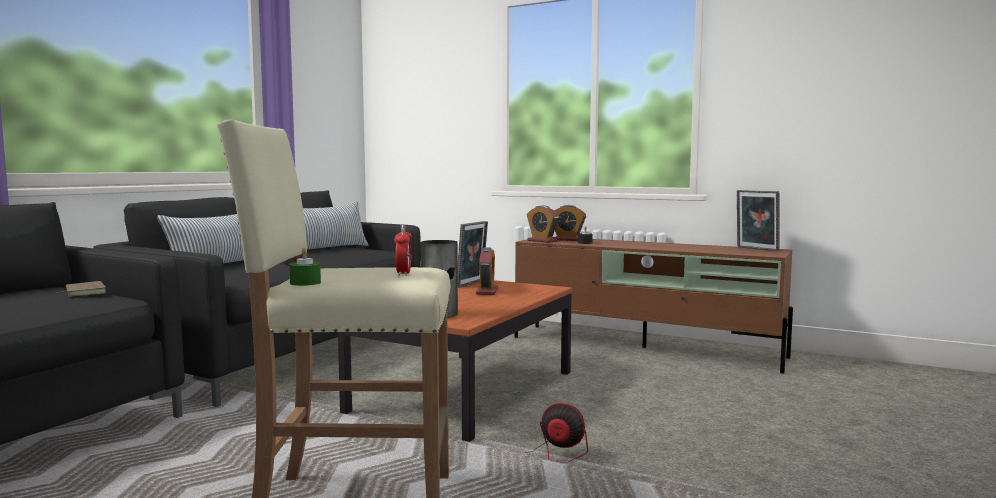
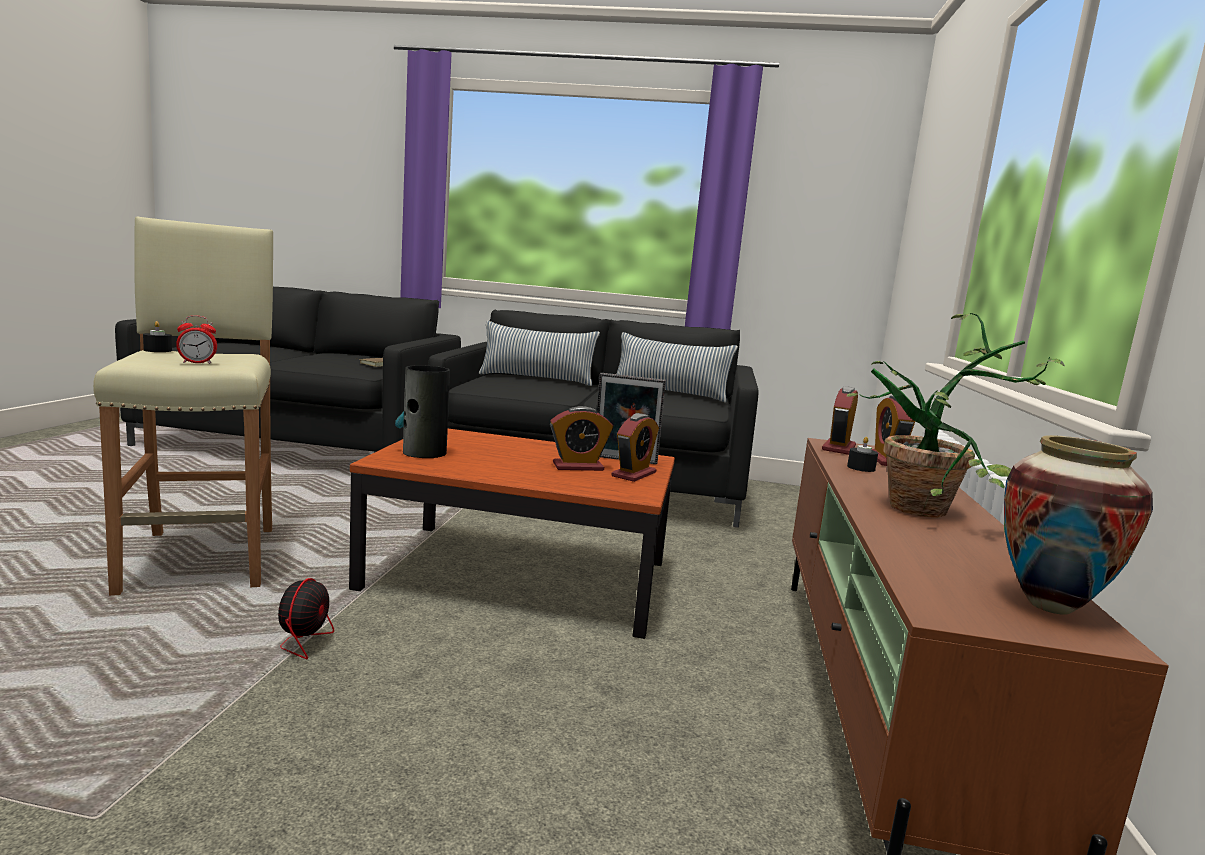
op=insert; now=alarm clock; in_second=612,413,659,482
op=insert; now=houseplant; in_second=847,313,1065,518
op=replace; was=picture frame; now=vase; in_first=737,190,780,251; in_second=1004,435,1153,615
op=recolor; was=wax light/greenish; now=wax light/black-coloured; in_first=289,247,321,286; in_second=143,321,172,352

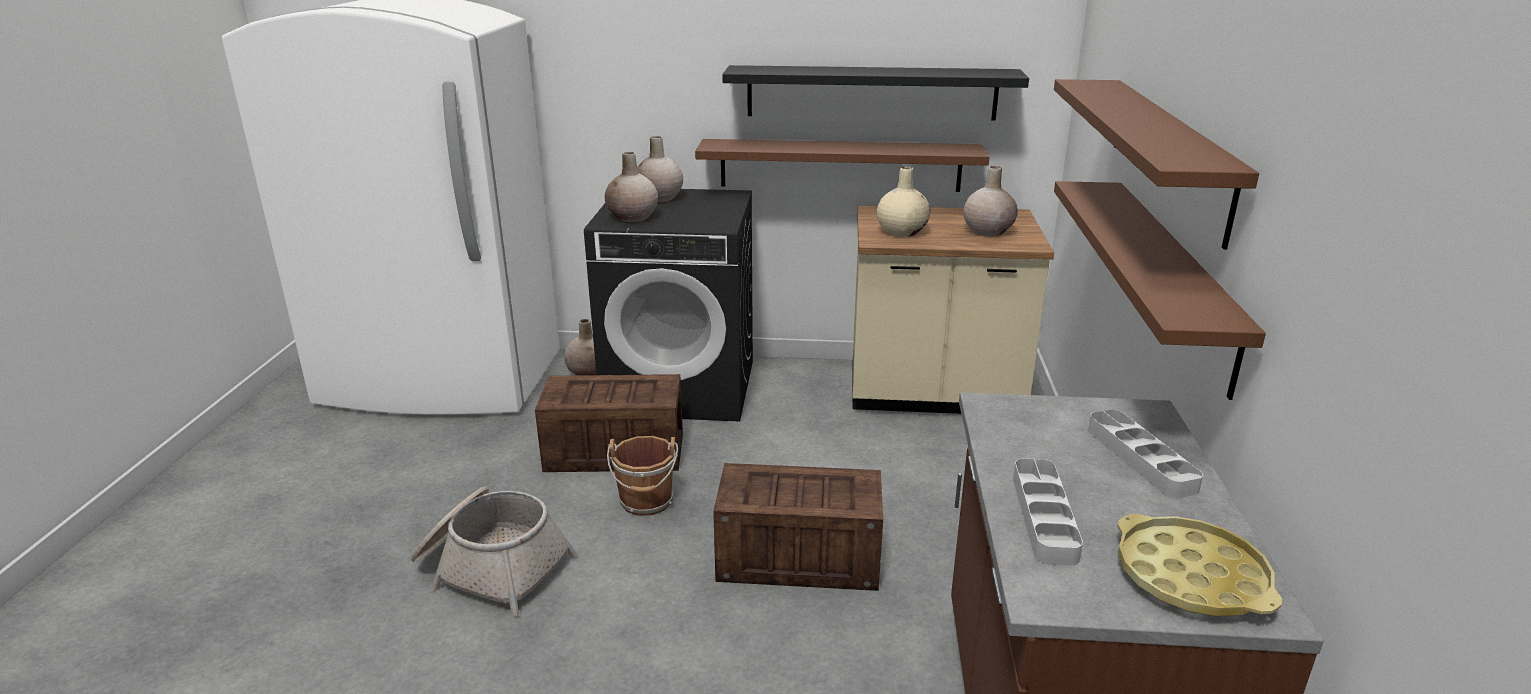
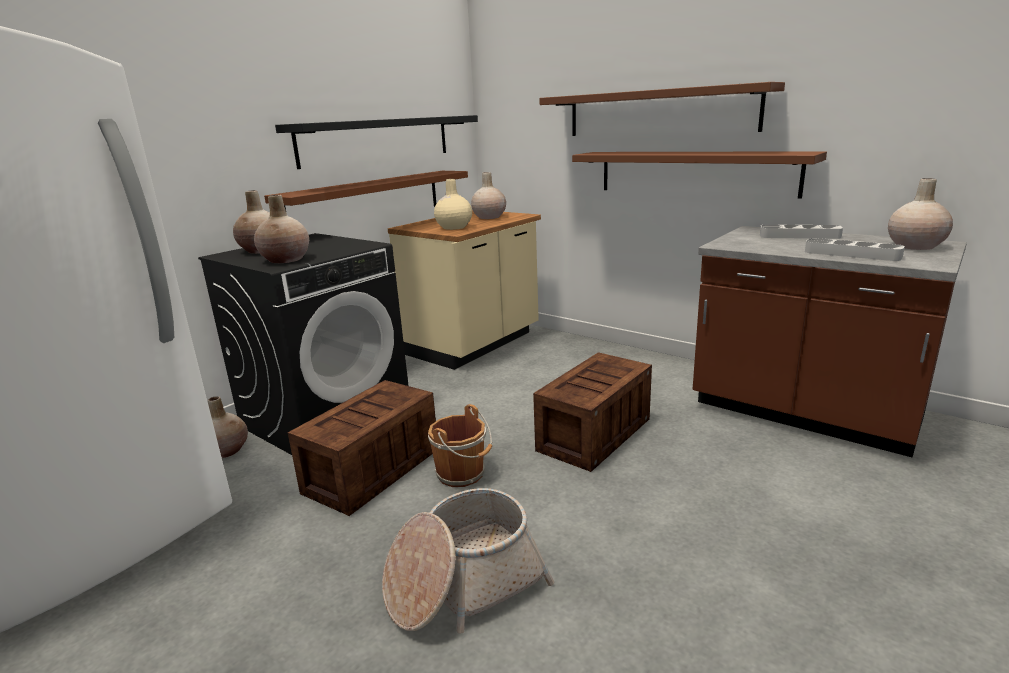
op=replace; was=serving tray/yellowish; now=vase/sand-coloured; in_first=1117,514,1282,616; in_second=888,178,953,250

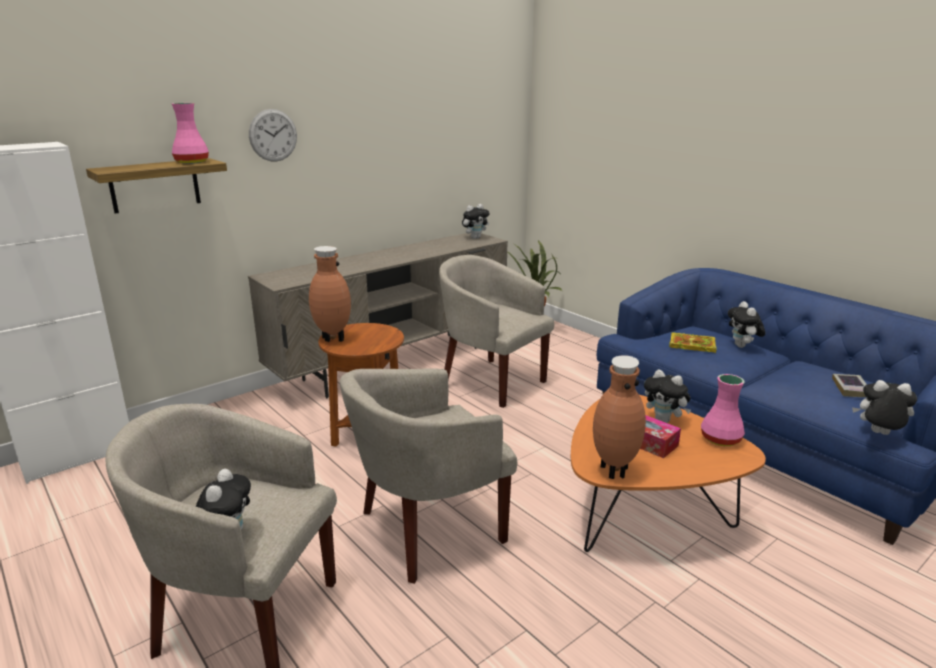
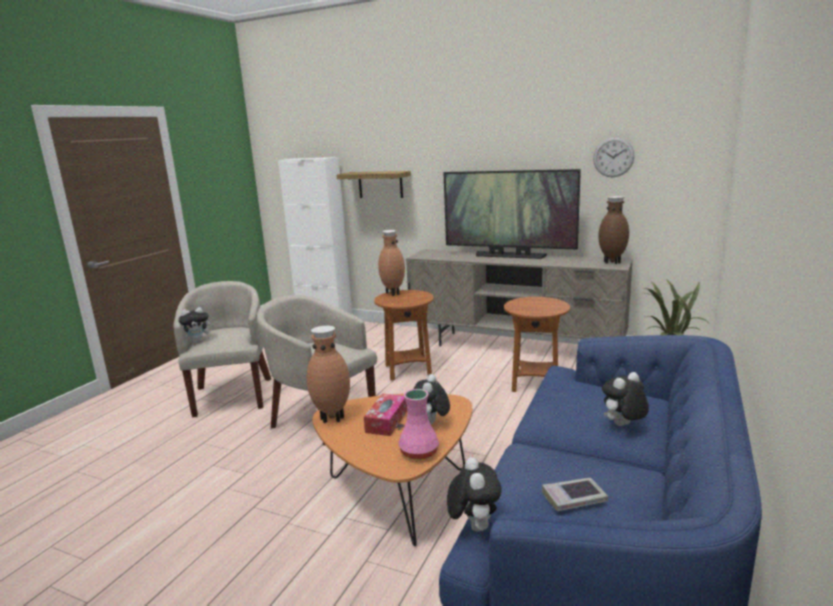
op=delete; was=vase/pink-coloured; in_first=172,103,209,164
op=delete; was=book; in_first=669,333,717,353
op=insert; now=television; in_second=443,169,581,259
op=move; was=hanging clock; in_first=249,109,297,162; in_second=593,137,635,177
op=replace; was=easy chair/sand-coloured; now=side table/brown-coloured; in_first=439,255,554,408; in_second=504,297,570,392
op=replace; was=plush toy; now=vase/brown-coloured; in_first=462,204,490,239; in_second=599,196,629,264

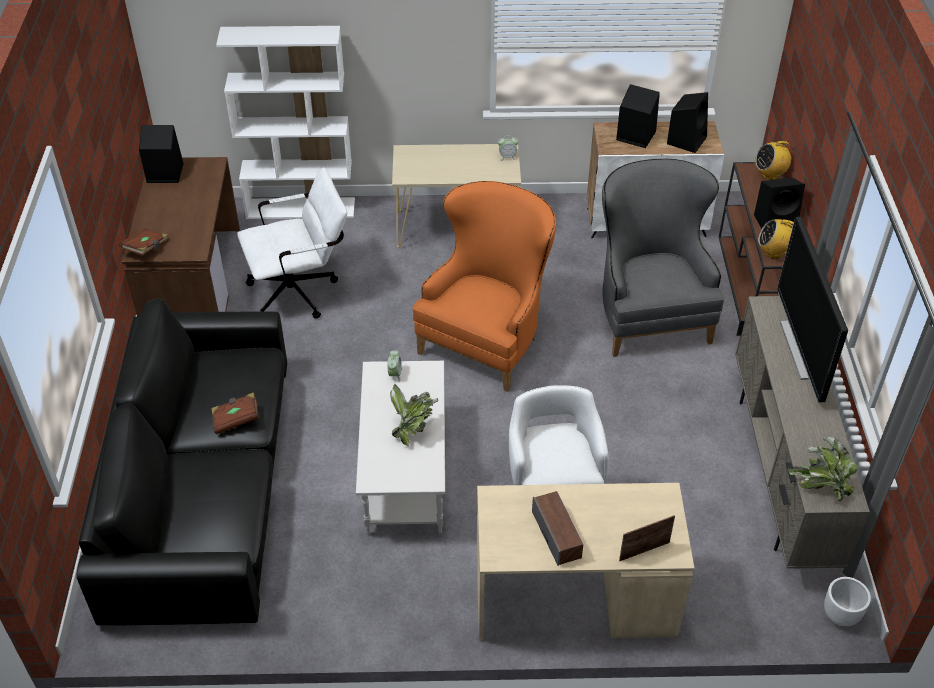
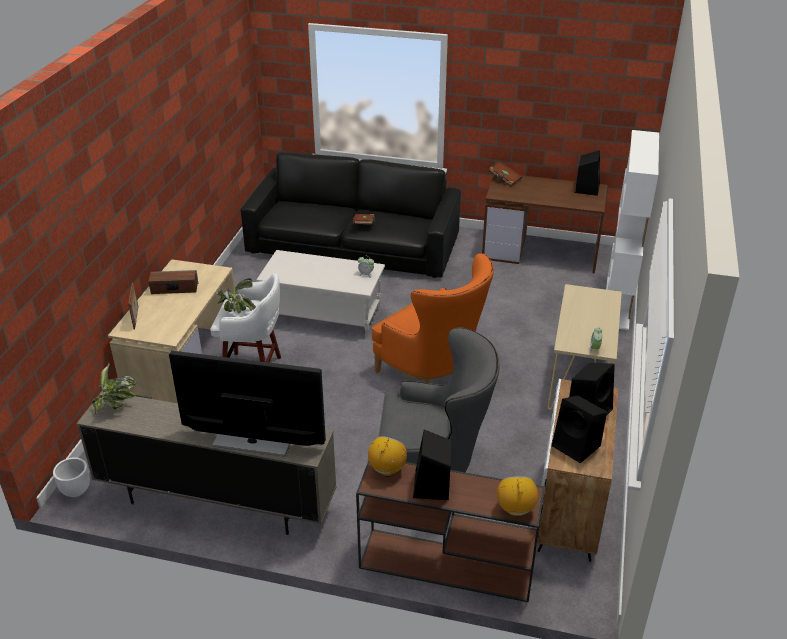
op=delete; was=desk chair/white-coloured; in_first=237,167,347,319
op=move; was=houseplant; in_first=390,384,439,447; in_second=215,278,256,313

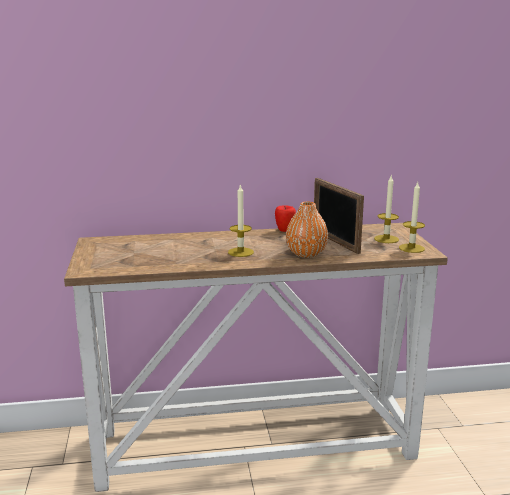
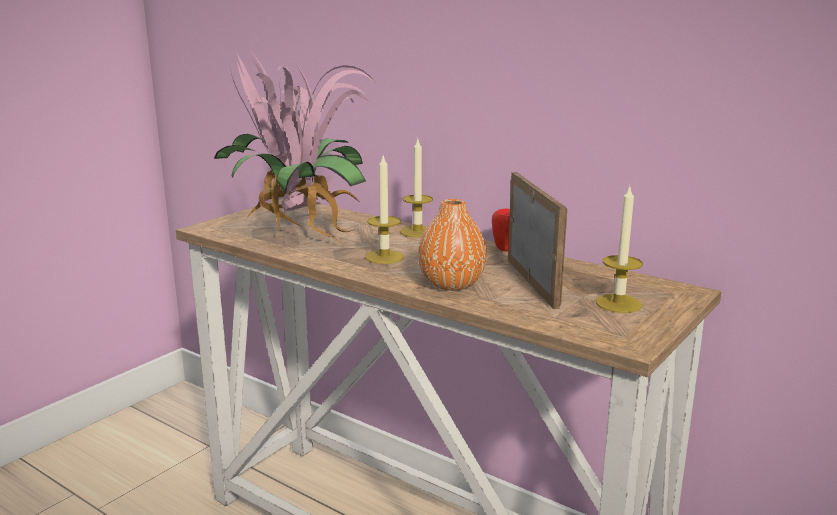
op=insert; now=houseplant; in_second=214,51,376,244
op=move; was=wax light; in_first=399,182,425,253; in_second=400,139,433,238
op=rotate; was=picture frame; in_first=314,178,364,254; in_second=508,172,567,309; clockwise=150

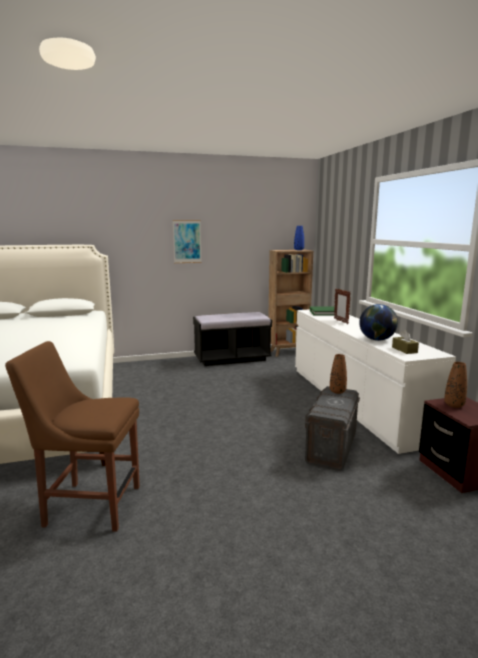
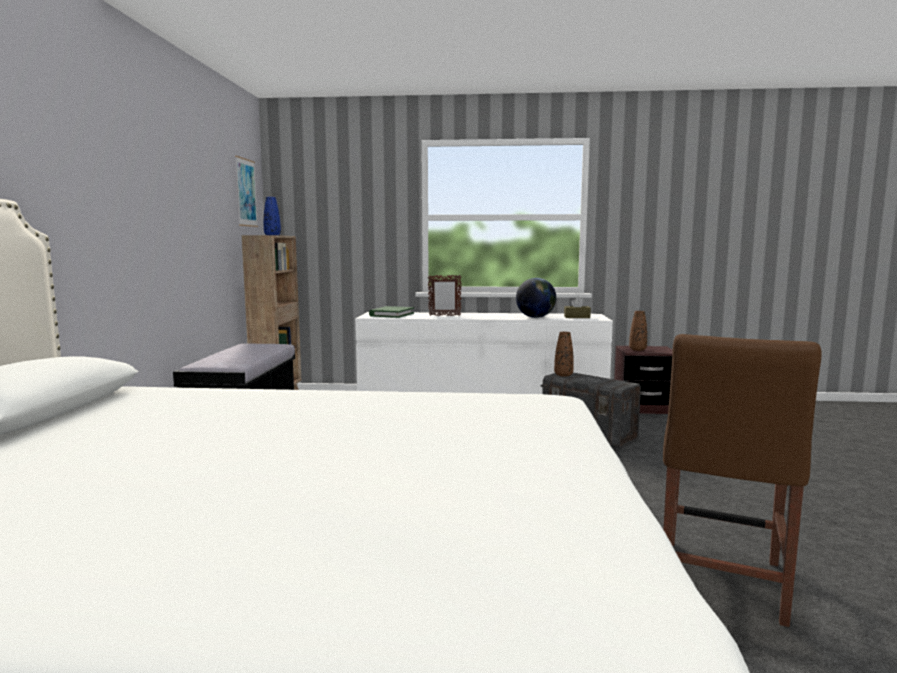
op=move; was=wall picture; in_first=173,220,202,263; in_second=235,156,258,227

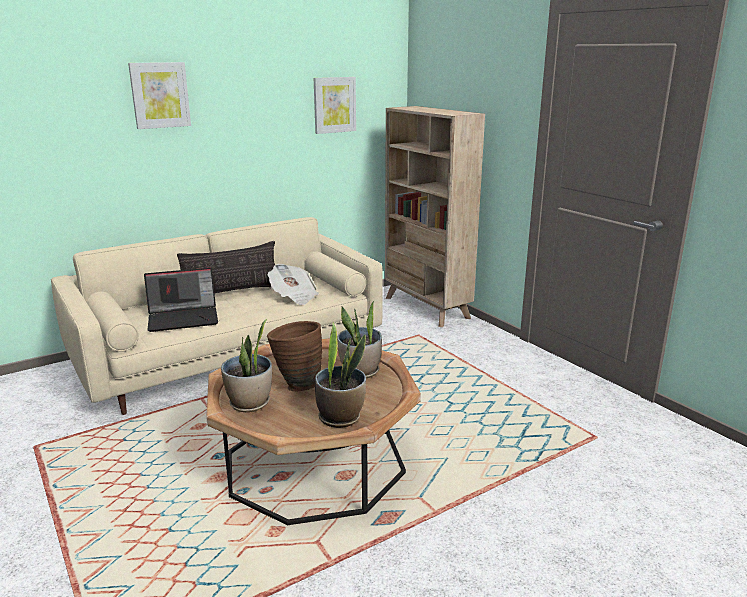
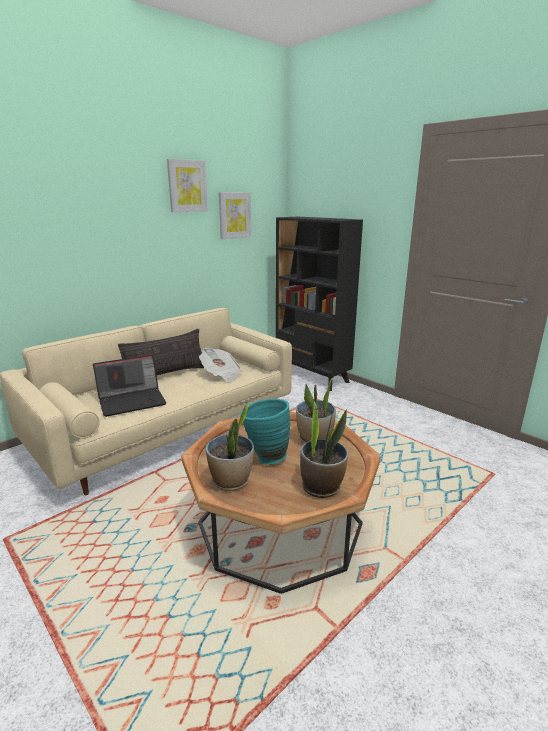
op=move; was=wall picture; in_first=128,62,191,129; in_second=167,159,208,212
op=recolor; was=vase/brown-coloured; now=vase/turquoise-coloured; in_first=267,321,322,391; in_second=240,399,290,465
op=recolor; was=shelving unit/sand-coloured; now=shelving unit/black-coloured; in_first=385,106,485,327; in_second=276,217,363,391

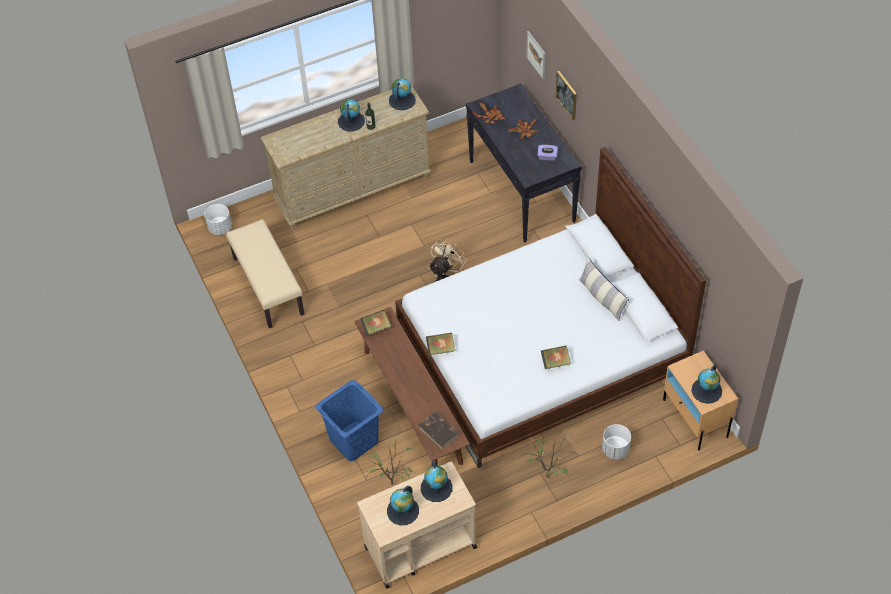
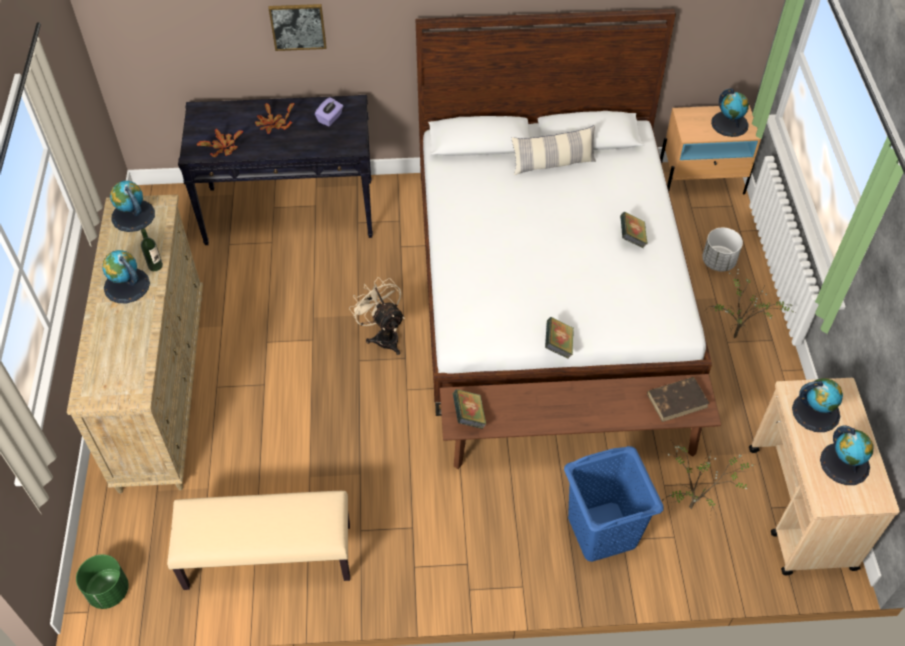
op=delete; was=wall picture; in_first=527,31,545,79
op=recolor; was=flower pot/white-coloured; now=flower pot/greenish; in_first=204,204,232,235; in_second=76,554,129,609

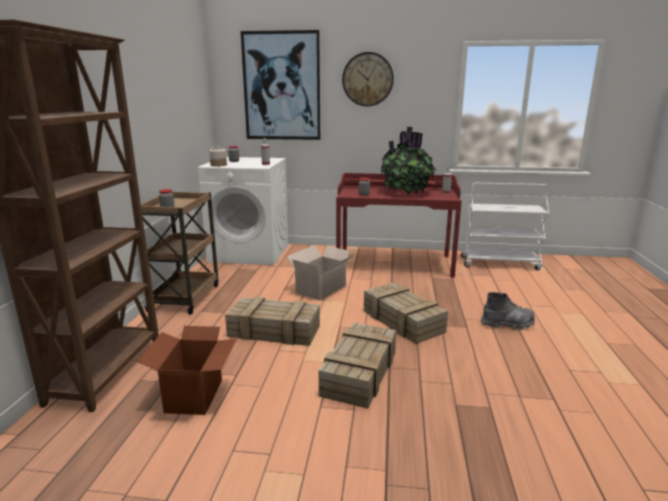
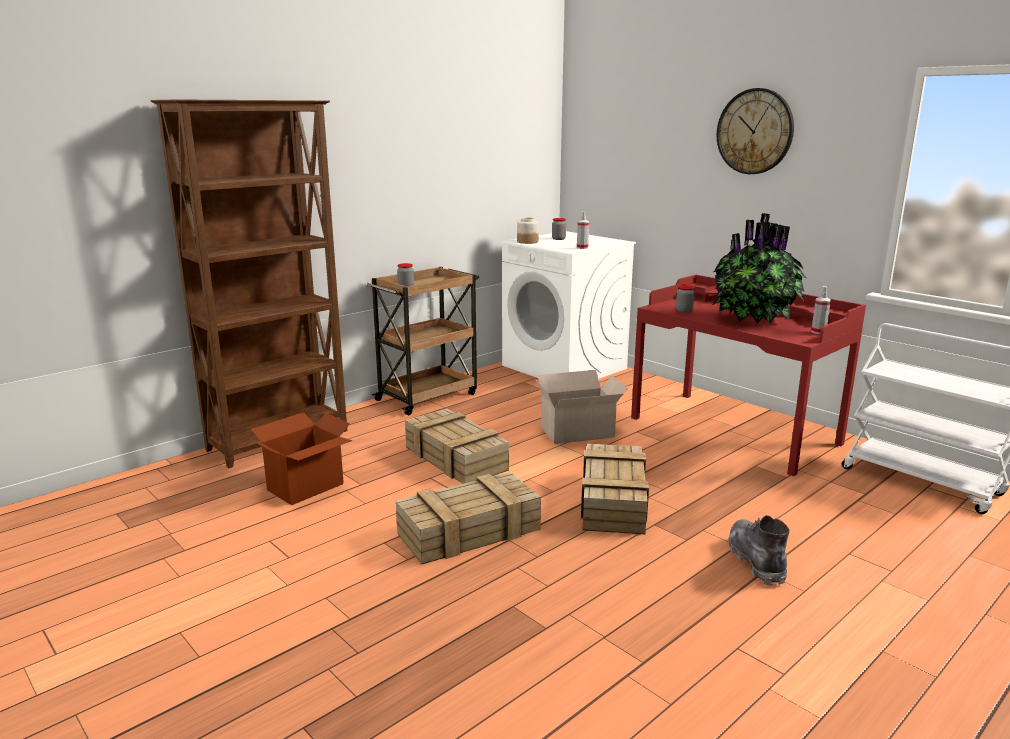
op=delete; was=wall picture; in_first=241,30,320,140
op=rotate; was=high-top boot/greyish; in_first=481,292,535,330; in_second=728,515,790,586; clockwise=-135

